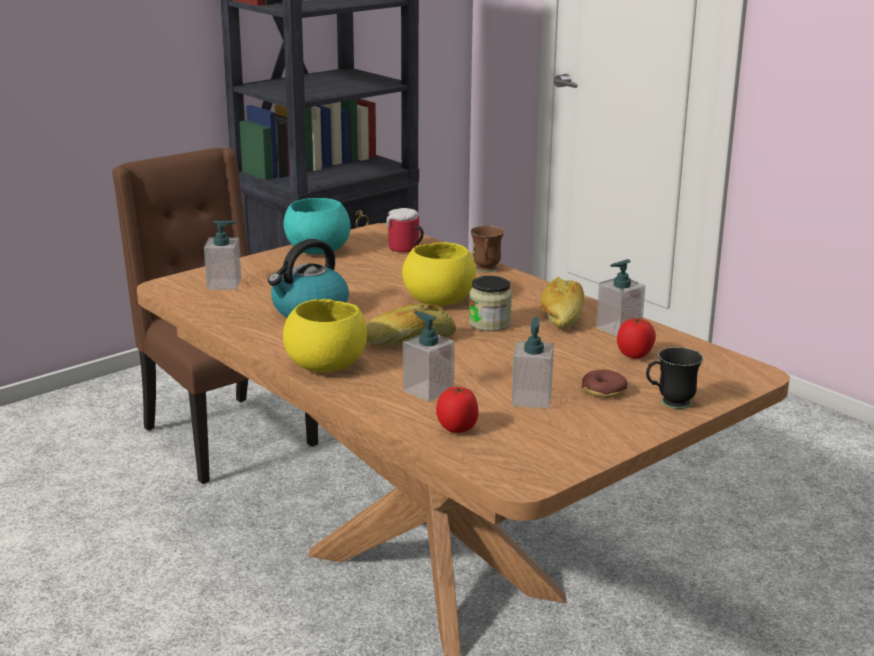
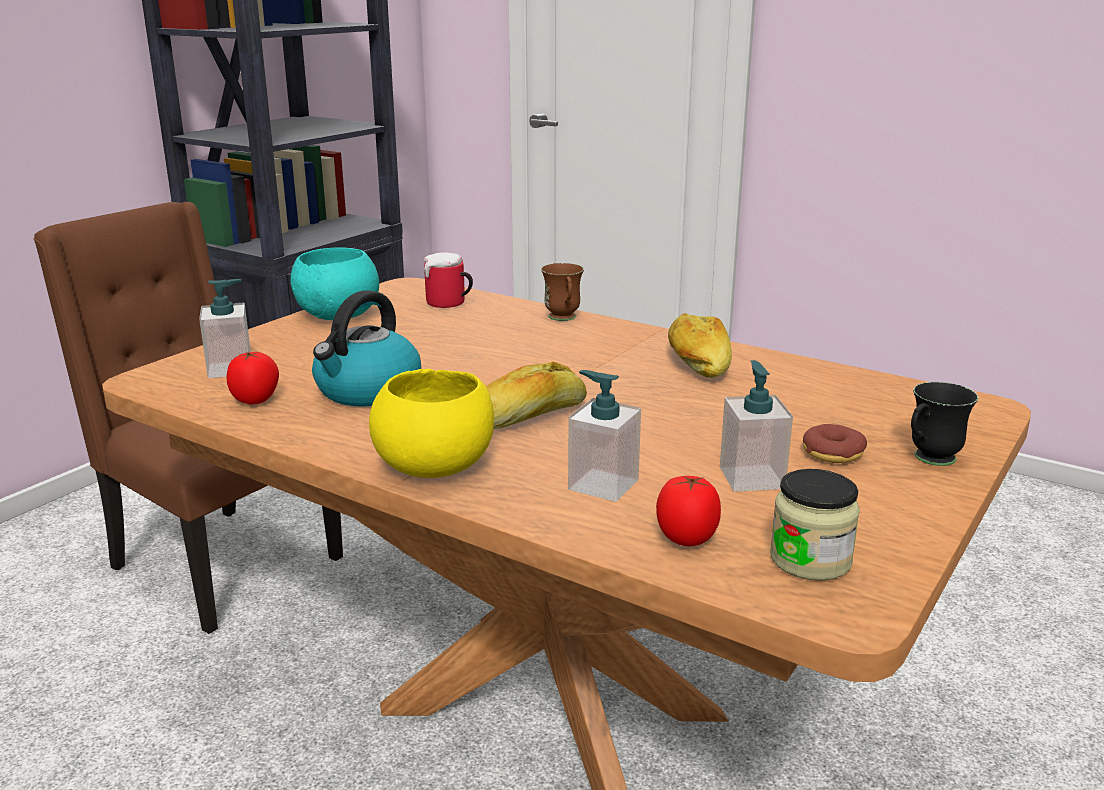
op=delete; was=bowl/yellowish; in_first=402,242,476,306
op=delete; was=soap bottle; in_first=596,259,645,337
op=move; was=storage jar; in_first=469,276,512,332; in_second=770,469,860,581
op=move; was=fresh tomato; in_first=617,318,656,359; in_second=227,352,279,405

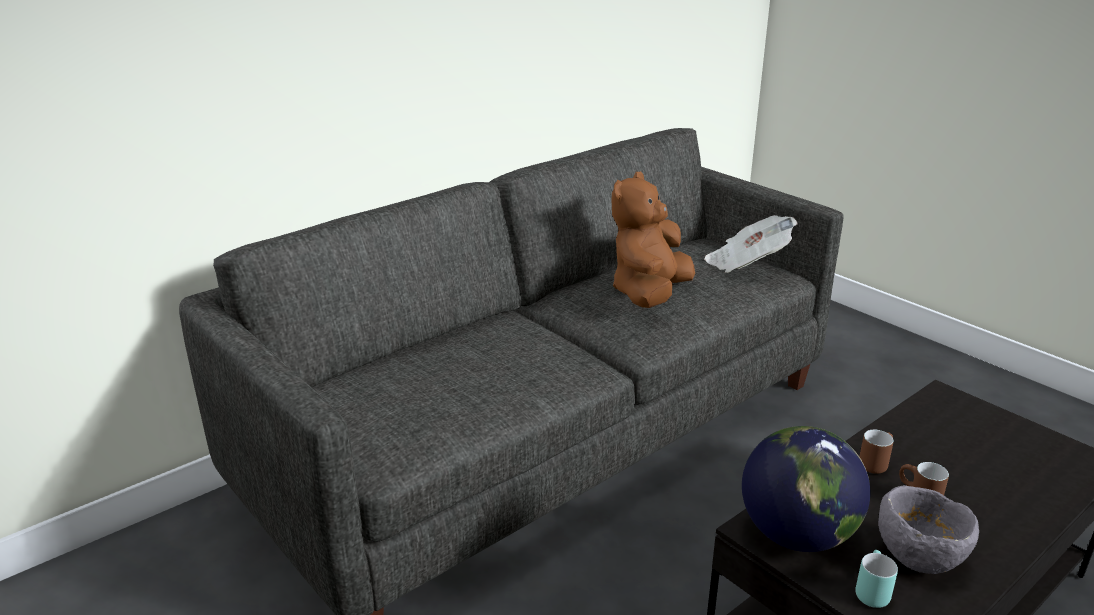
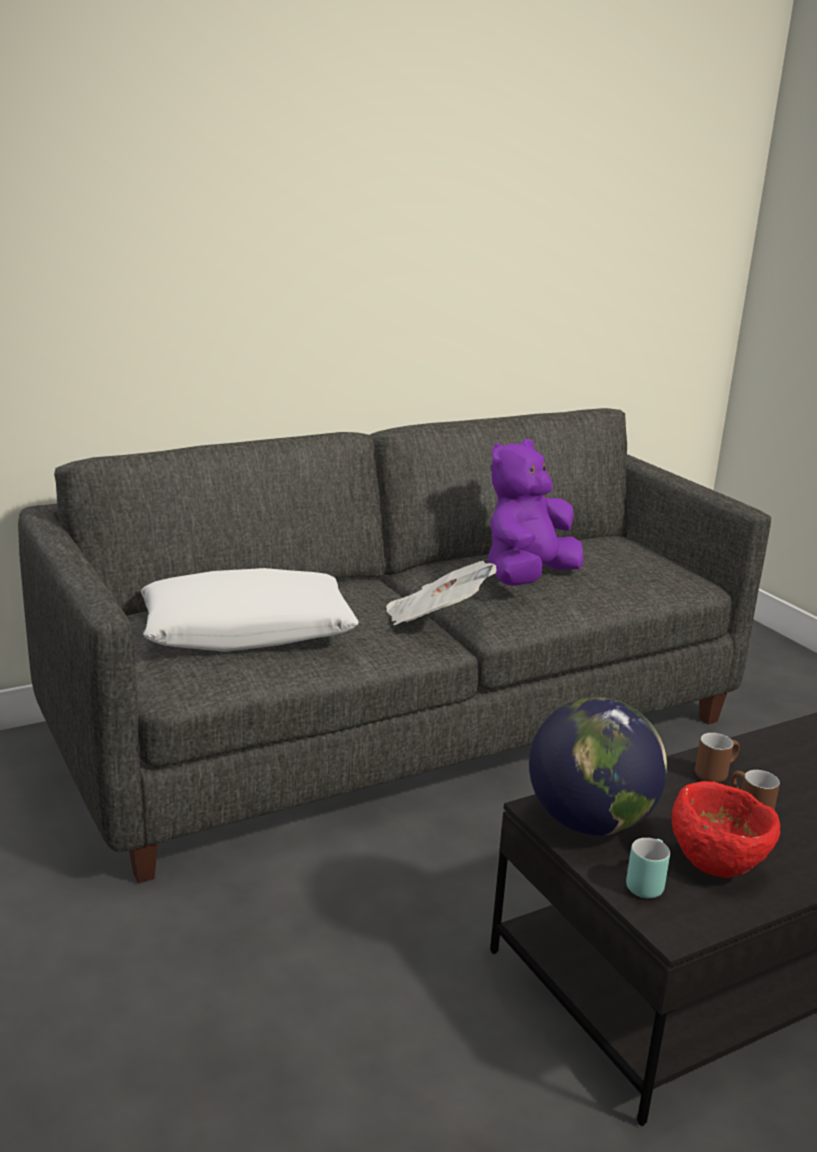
op=insert; now=cushion/white-coloured; in_second=141,568,359,652
op=move; was=printed paper; in_first=704,215,798,273; in_second=386,561,497,625
op=recolor; was=plush toy/brown-coloured; now=plush toy/purple-coloured; in_first=612,172,695,308; in_second=488,439,583,586
op=recolor; was=bowl/greyish; now=bowl/reddish; in_first=878,485,979,574; in_second=671,781,780,878

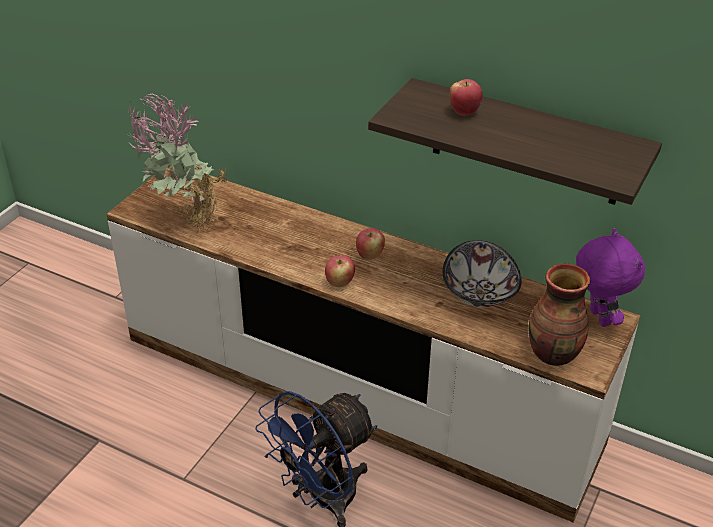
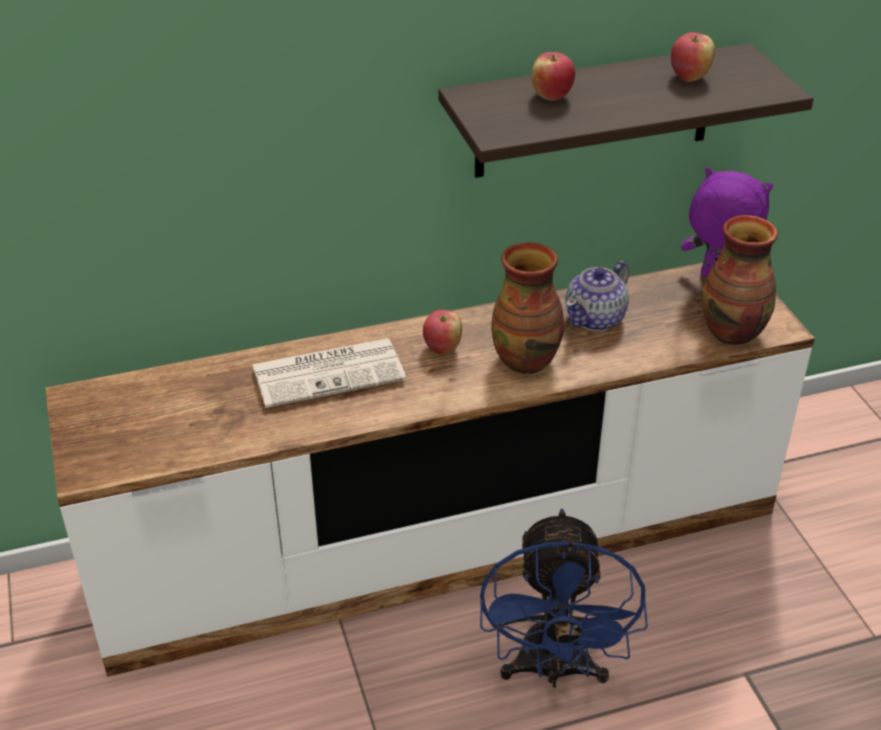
op=delete; was=houseplant; in_first=127,92,228,234
op=insert; now=printed paper; in_second=252,338,406,408
op=insert; now=vase; in_second=491,242,564,374
op=move; was=whole apple; in_first=325,255,355,287; in_second=671,32,715,82
op=replace; was=bowl; now=tea pot; in_first=443,240,522,308; in_second=566,261,629,331

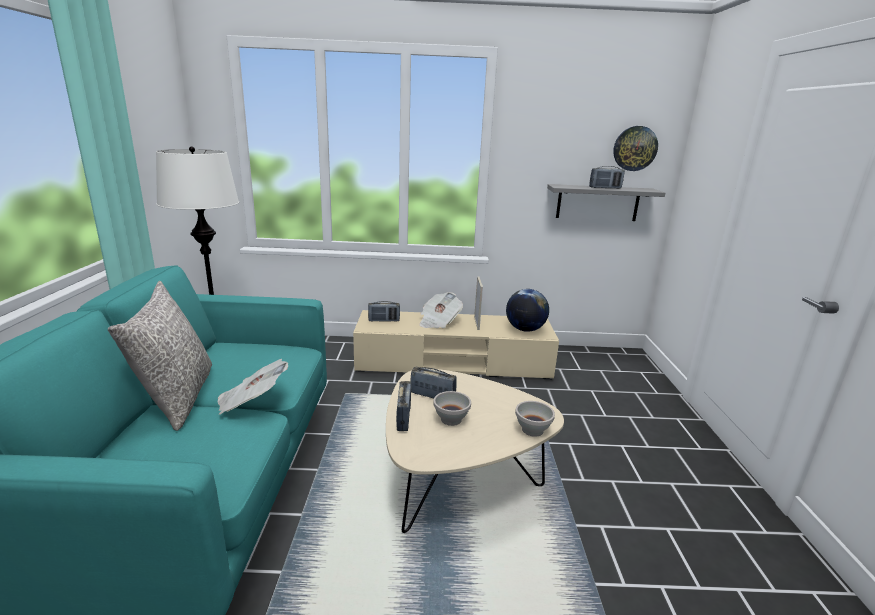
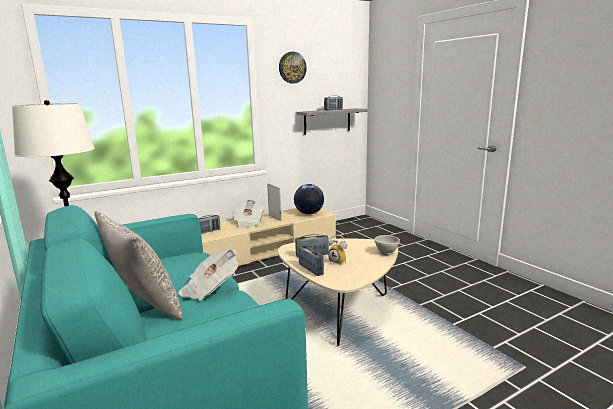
op=move; was=hanging clock; in_first=613,126,658,171; in_second=279,52,307,84
op=replace; was=bowl/white-coloured; now=alarm clock; in_first=433,391,471,426; in_second=328,235,347,263

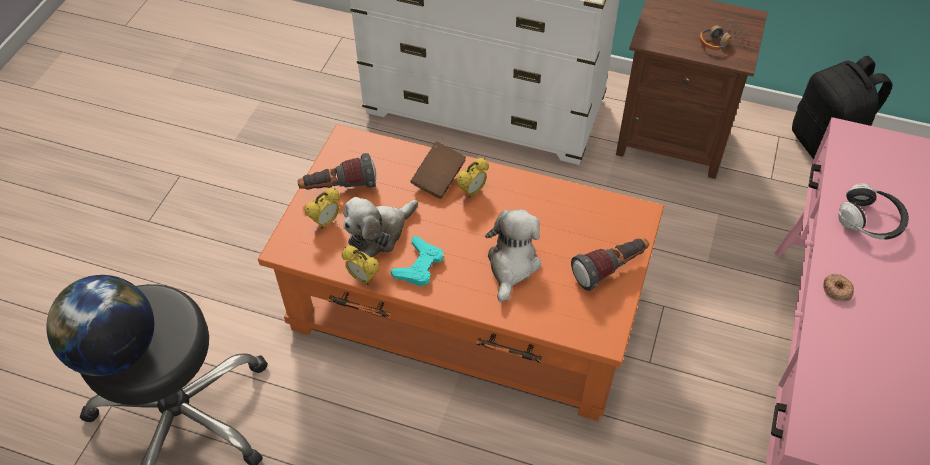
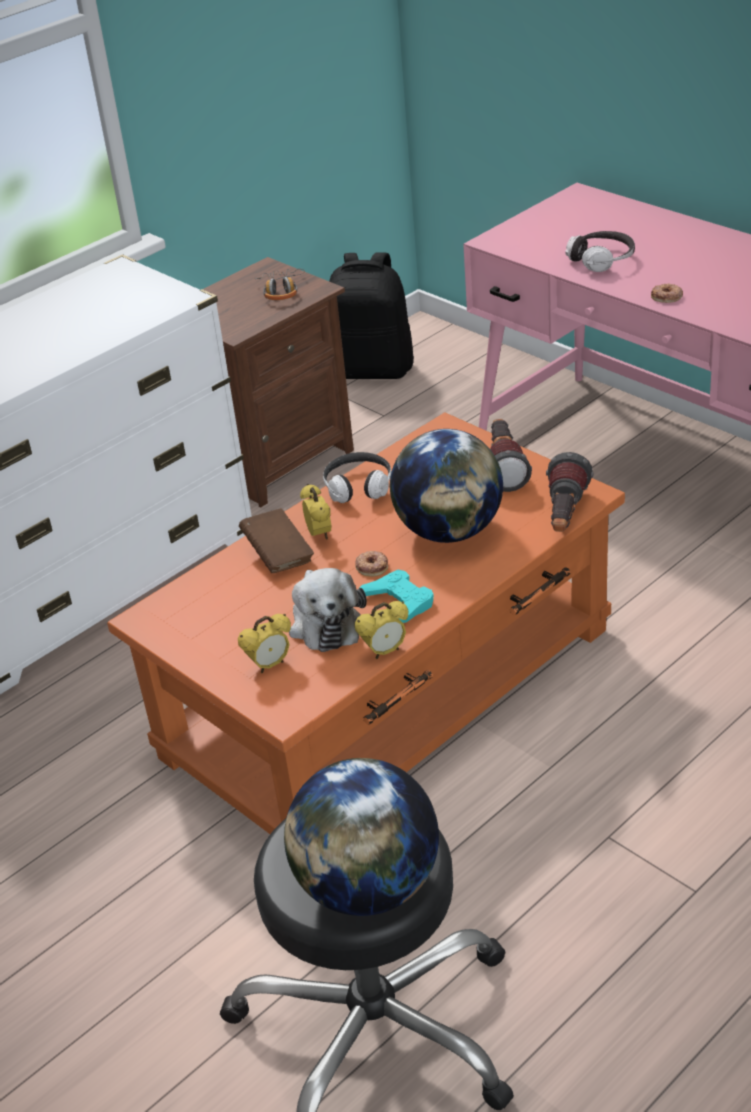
op=insert; now=headset; in_second=323,452,391,503
op=insert; now=doughnut; in_second=355,551,388,577
op=move; was=flashlight; in_first=298,153,376,190; in_second=546,452,593,532
op=replace; was=plush toy; now=world globe; in_first=485,209,541,302; in_second=390,429,503,543
op=rotate; was=alarm clock; in_first=305,188,340,229; in_second=238,614,291,673; clockwise=75

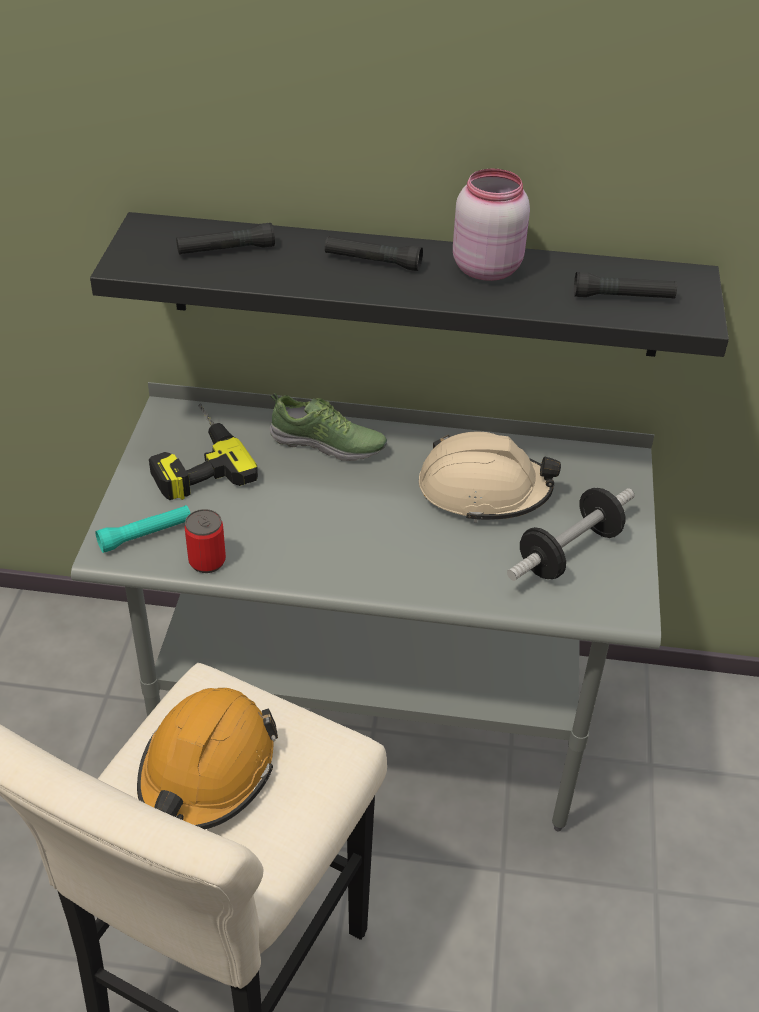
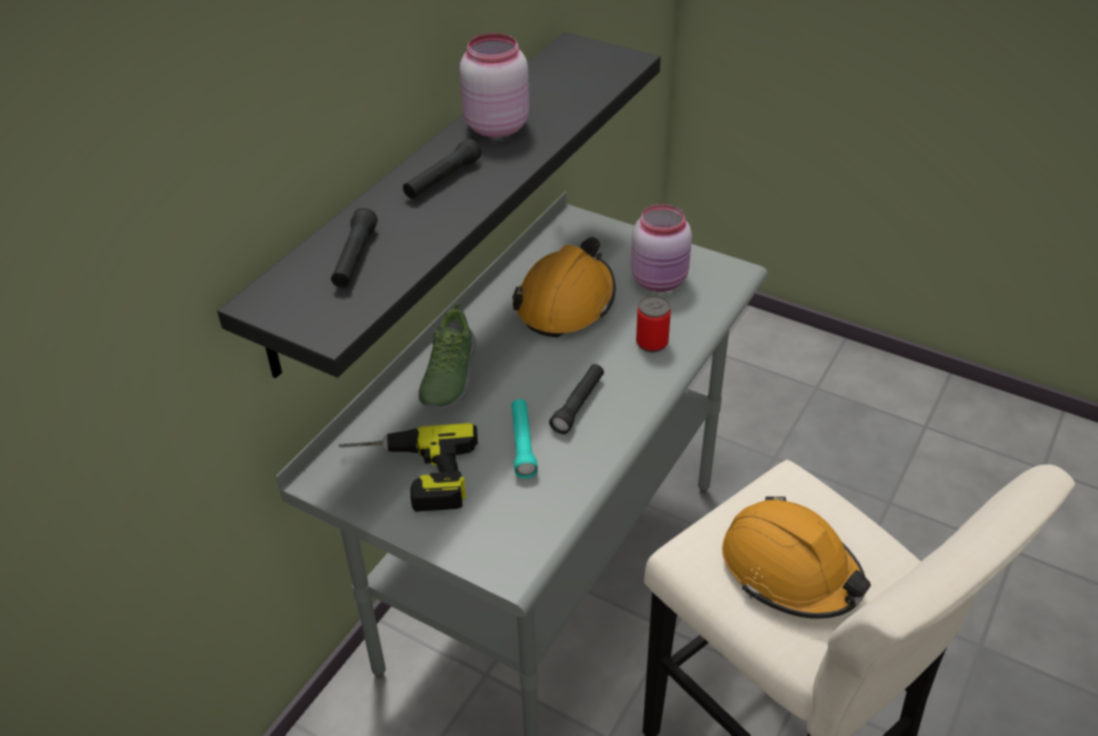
op=move; was=flashlight/turquoise-coloured; in_first=95,505,190,553; in_second=511,399,538,479
op=move; was=sealed can; in_first=185,509,226,573; in_second=636,296,671,352
op=move; was=flashlight/black-coloured; in_first=574,272,677,299; in_second=549,364,604,434
op=replace; was=free weight; now=storage jar/pink-coloured; in_first=507,488,635,581; in_second=631,204,692,292
op=recolor; was=safety helmet/sand-coloured; now=safety helmet/orange; in_first=419,432,561,523; in_second=513,237,616,337
op=rotate; was=shoe; in_first=270,393,387,461; in_second=418,303,476,409; clockwise=150

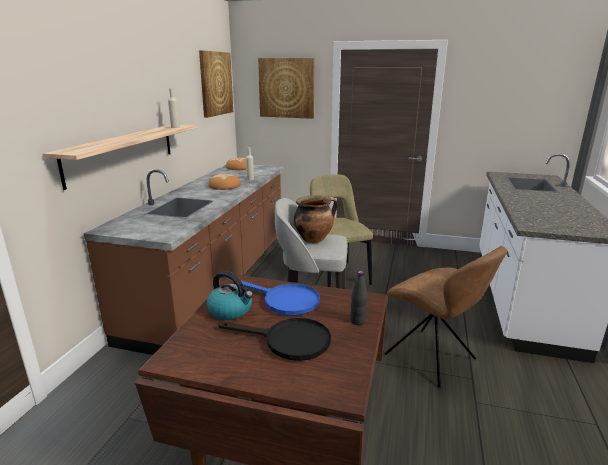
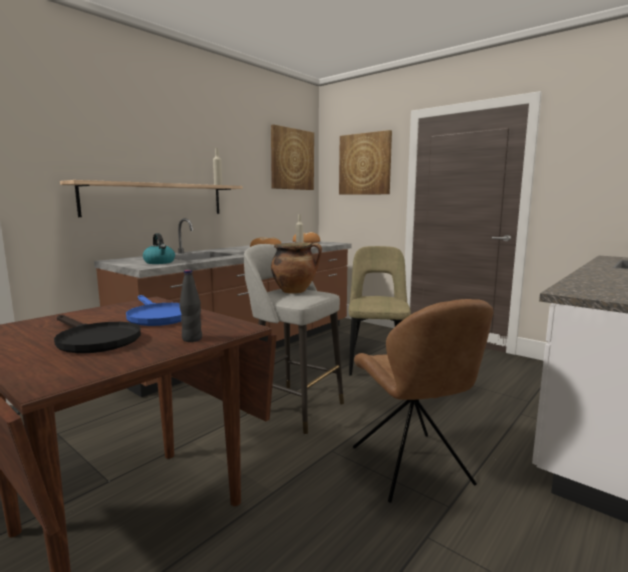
op=move; was=water kettle; in_first=207,271,253,320; in_second=143,233,175,264

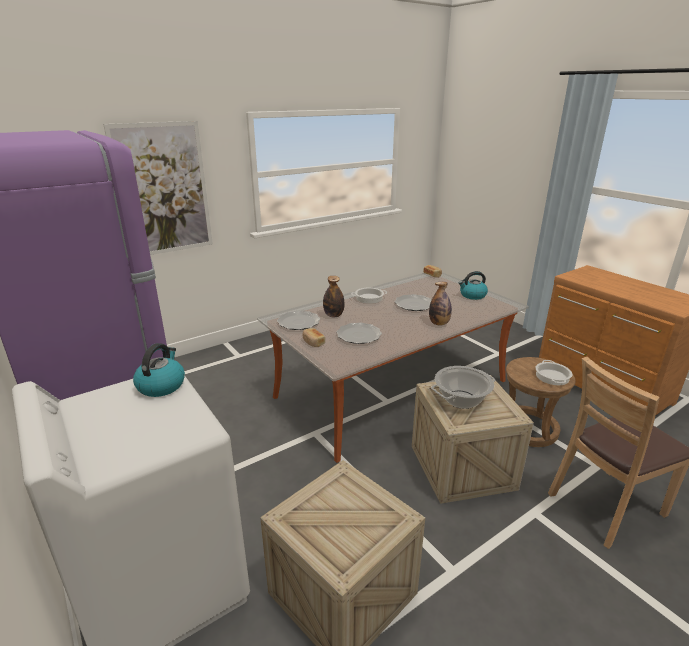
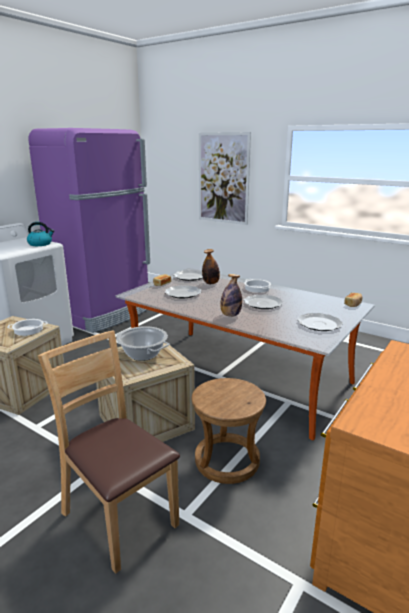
op=move; was=cooking pot; in_first=536,360,572,385; in_second=7,319,48,336
op=replace; was=water kettle; now=dinner plate; in_first=458,271,488,300; in_second=297,313,343,331

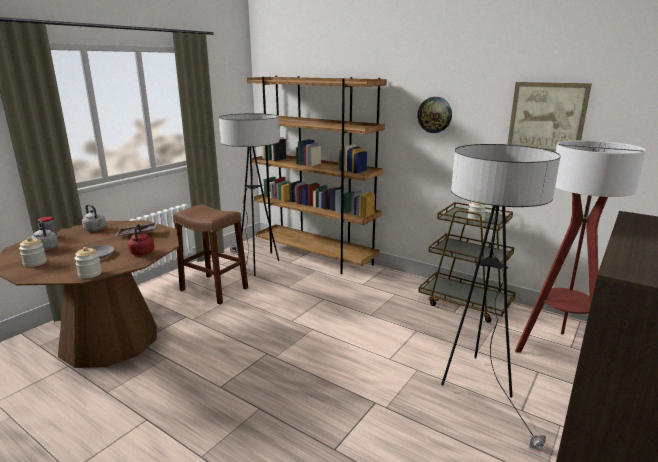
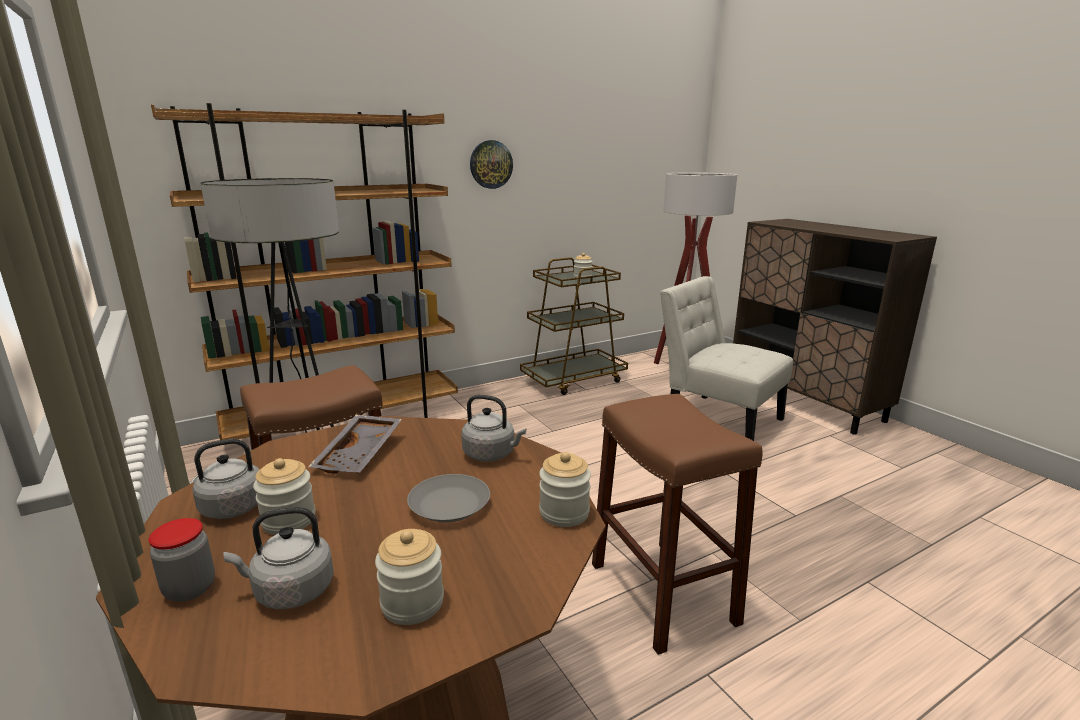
op=delete; was=wall picture; in_first=507,82,592,152
op=insert; now=storage jar; in_second=253,458,316,535
op=insert; now=stool seat/brown-coloured; in_second=592,394,763,655
op=replace; was=standing lamp; now=chair/white-coloured; in_first=441,144,561,450; in_second=660,276,793,441
op=recolor; was=water kettle/reddish; now=water kettle/greyish; in_first=128,224,154,255; in_second=461,395,526,462

